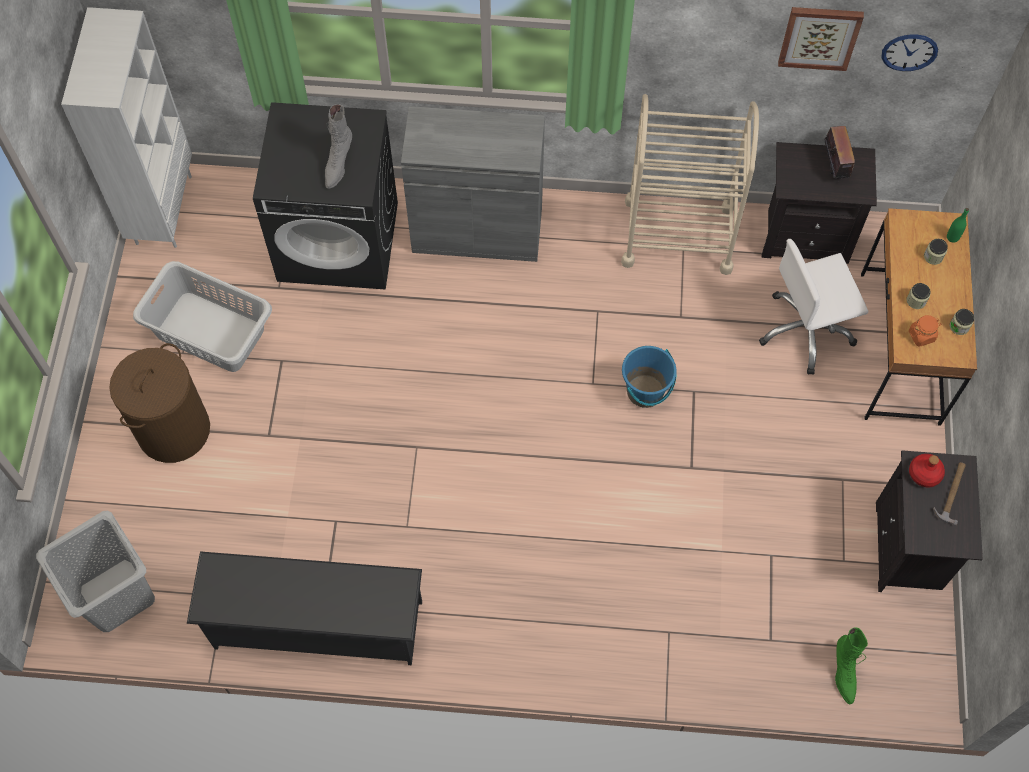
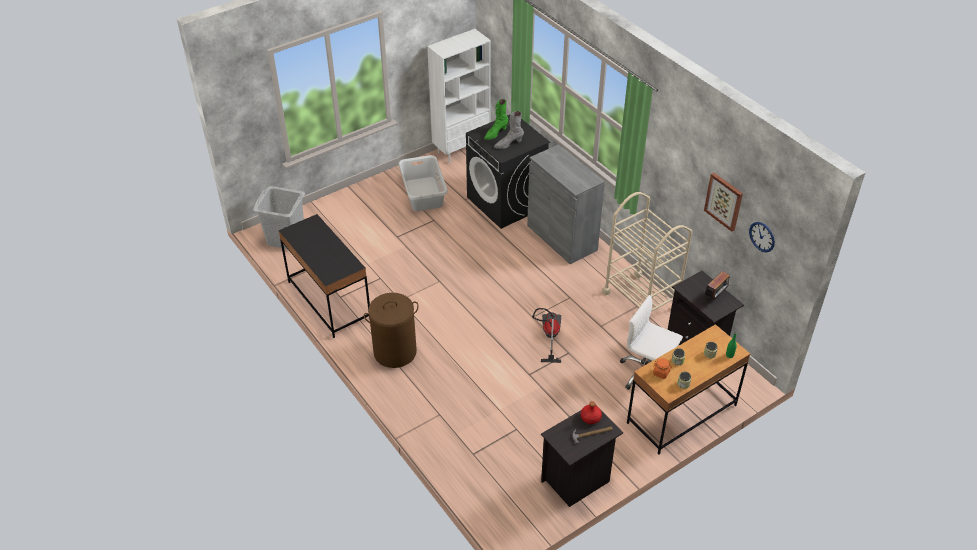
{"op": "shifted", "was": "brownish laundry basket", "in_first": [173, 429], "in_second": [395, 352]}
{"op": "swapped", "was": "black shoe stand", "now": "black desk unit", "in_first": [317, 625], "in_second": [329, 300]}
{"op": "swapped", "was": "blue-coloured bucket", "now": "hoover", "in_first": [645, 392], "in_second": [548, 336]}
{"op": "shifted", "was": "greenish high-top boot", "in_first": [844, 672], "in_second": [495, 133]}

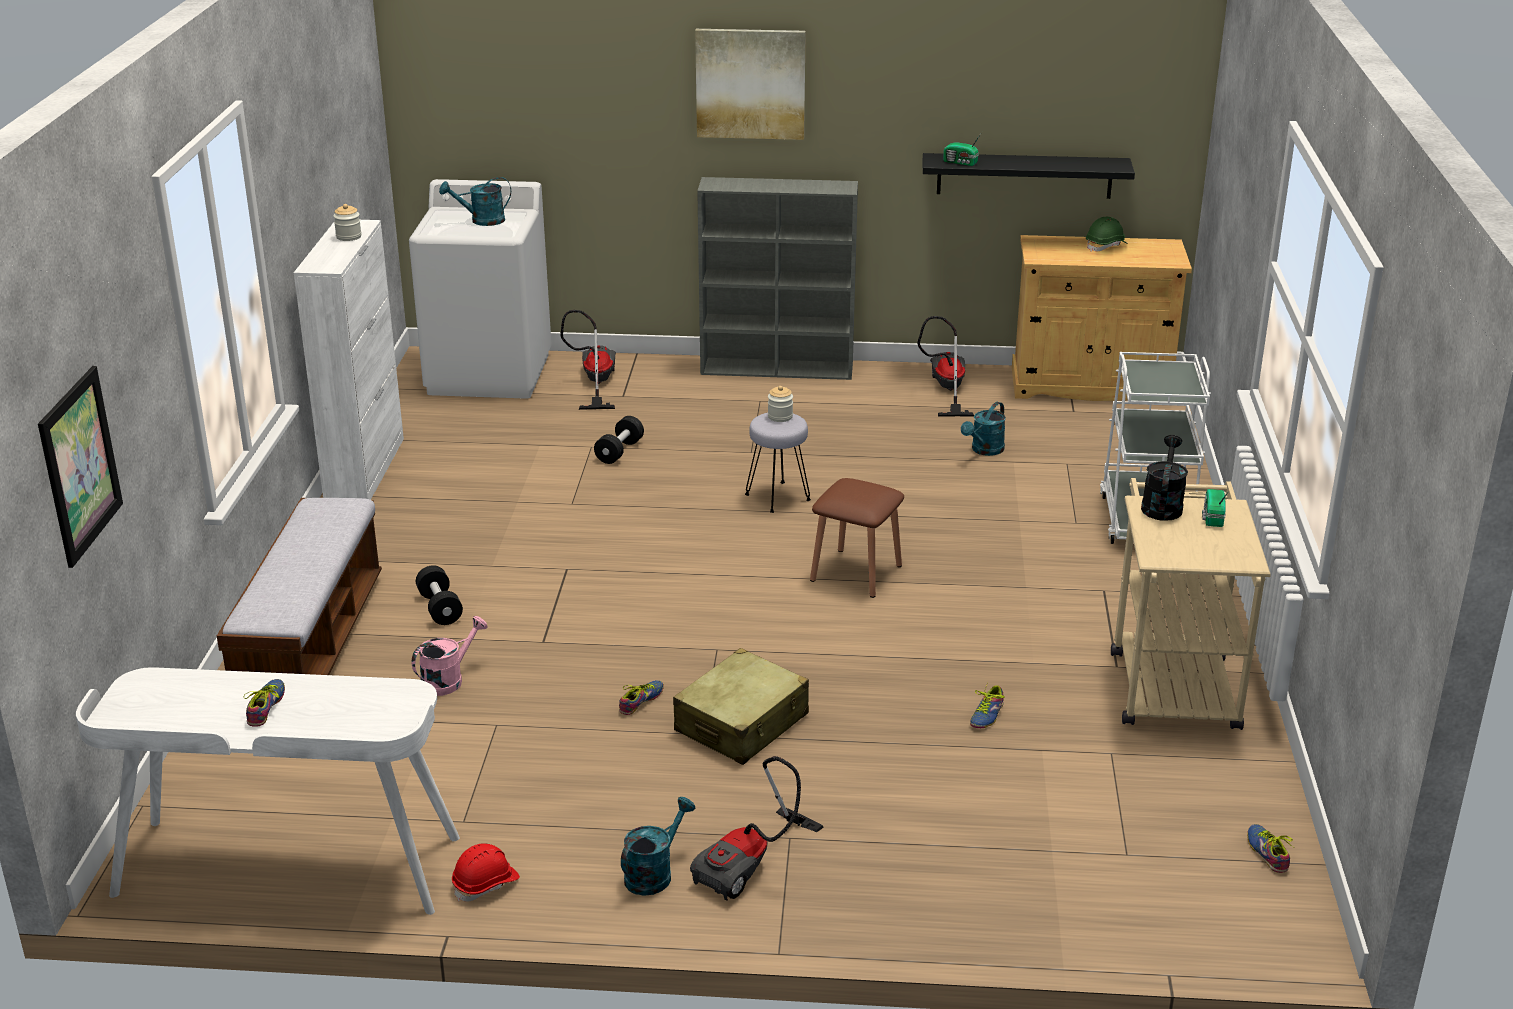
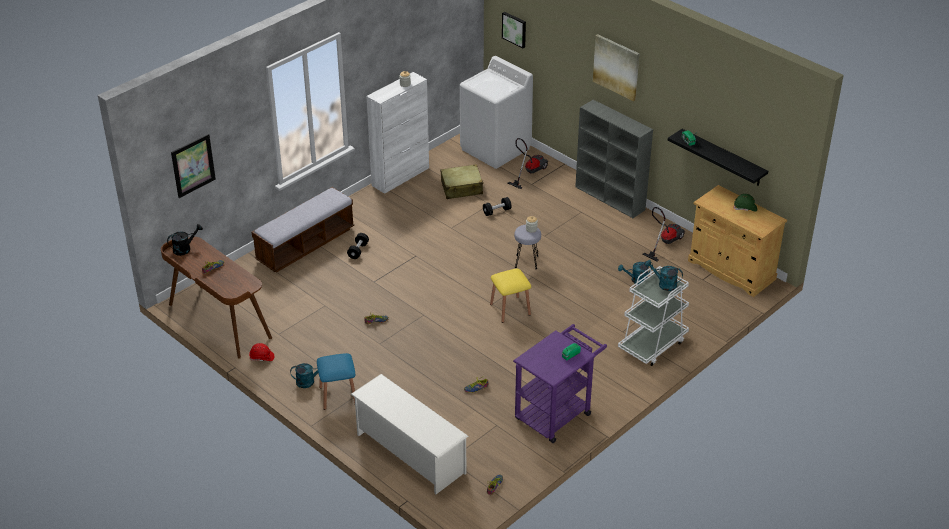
{"op": "repainted", "was": "white desk unit", "now": "brownish desk unit", "in_first": [287, 868], "in_second": [218, 321]}
{"op": "gone", "was": "pink watering can", "in_first": [448, 680]}
{"op": "shifted", "was": "turquoise-coloured watering can", "in_first": [481, 221], "in_second": [664, 284]}
{"op": "shifted", "was": "beige-coloured suitcase", "in_first": [742, 723], "in_second": [462, 188]}
{"op": "swapped", "was": "hoover", "now": "blue-coloured stool seat", "in_first": [752, 866], "in_second": [338, 395]}
{"op": "repainted", "was": "brownish stool seat", "now": "yellow stool seat", "in_first": [856, 573], "in_second": [510, 309]}
{"op": "repainted", "was": "beige-coloured wheeled cart", "now": "purplish wheeled cart", "in_first": [1171, 681], "in_second": [557, 412]}
{"op": "shifted", "was": "black watering can", "in_first": [1162, 505], "in_second": [185, 249]}
{"op": "new", "now": "white shoe stand", "in_second": [410, 453]}
{"op": "new", "now": "wall art", "in_second": [514, 29]}

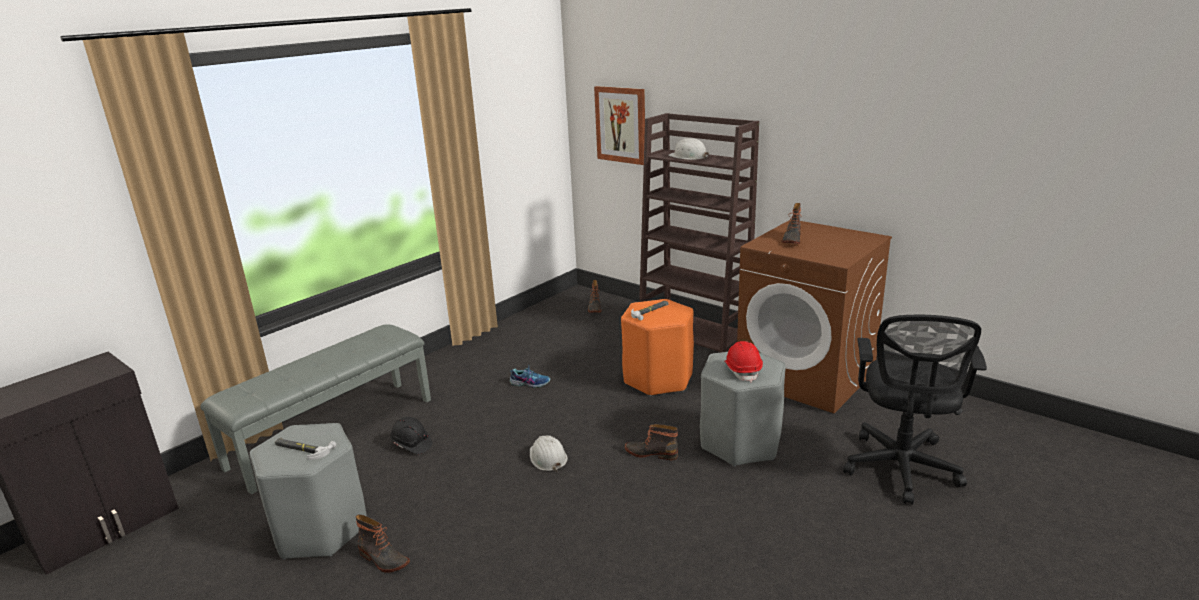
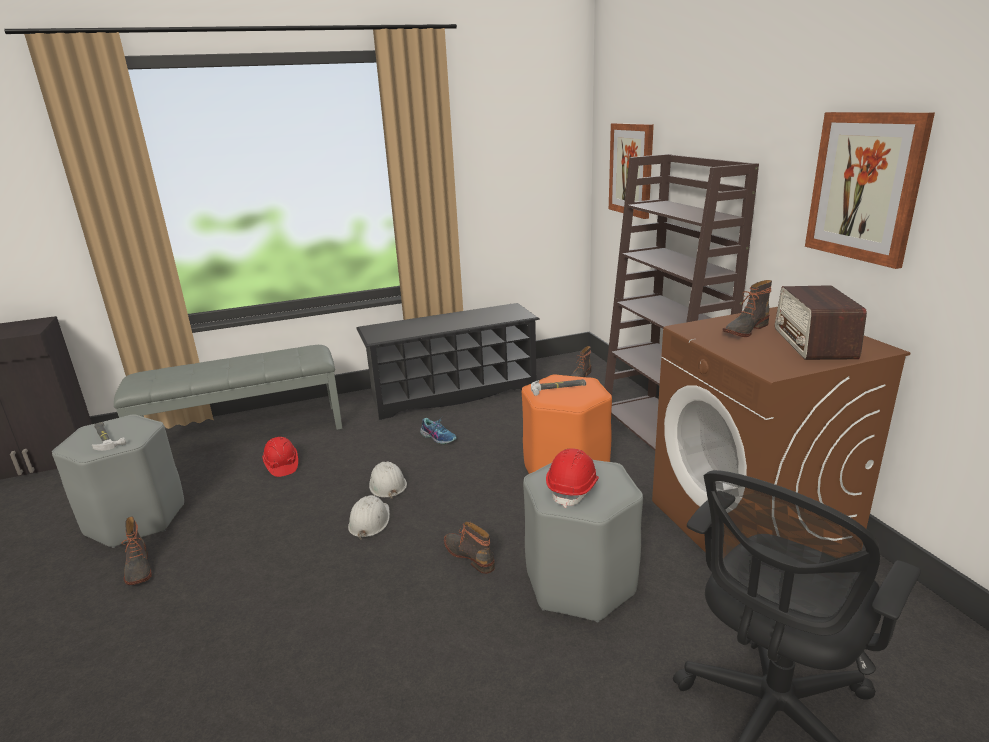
{"op": "repainted", "was": "black hard hat", "now": "red hard hat", "in_first": [411, 444], "in_second": [282, 465]}
{"op": "shifted", "was": "white hard hat", "in_first": [688, 156], "in_second": [387, 484]}
{"op": "new", "now": "black shoe stand", "in_second": [453, 393]}
{"op": "new", "now": "radio", "in_second": [814, 343]}
{"op": "new", "now": "wall art", "in_second": [865, 187]}

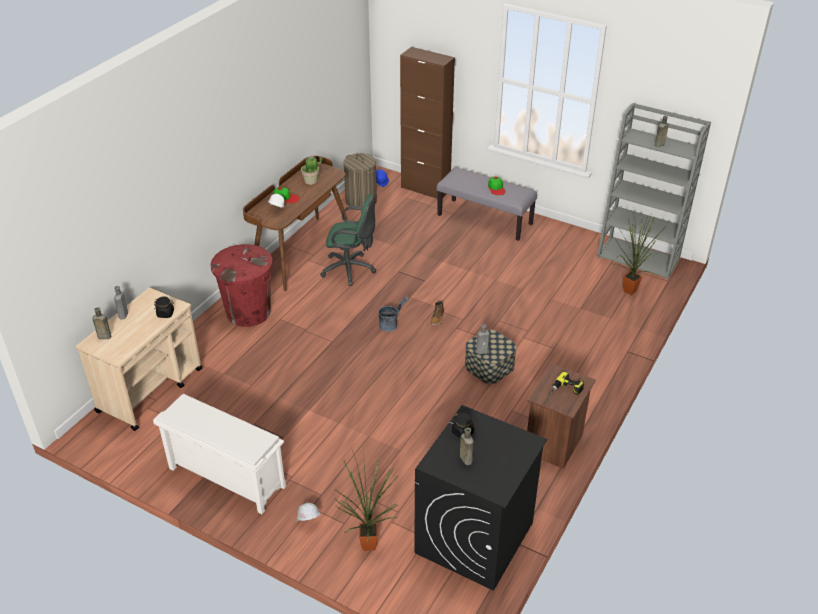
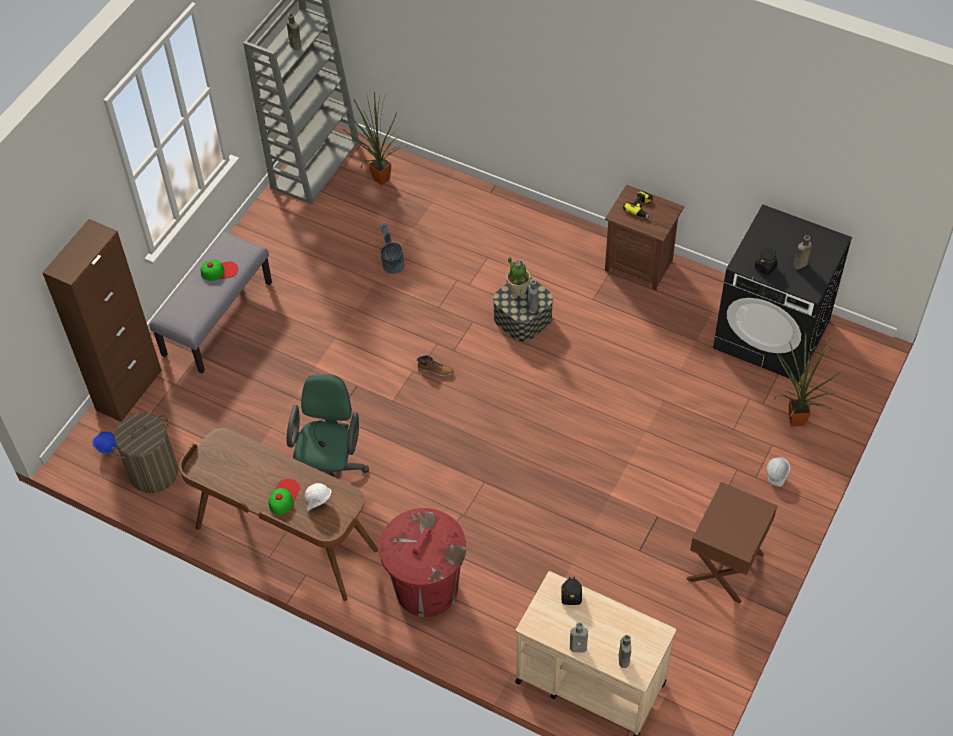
{"op": "swapped", "was": "white shoe stand", "now": "brownish night table", "in_first": [225, 477], "in_second": [726, 567]}
{"op": "shifted", "was": "houseplant", "in_first": [311, 181], "in_second": [518, 288]}
{"op": "shifted", "was": "grey bucket", "in_first": [391, 325], "in_second": [392, 262]}

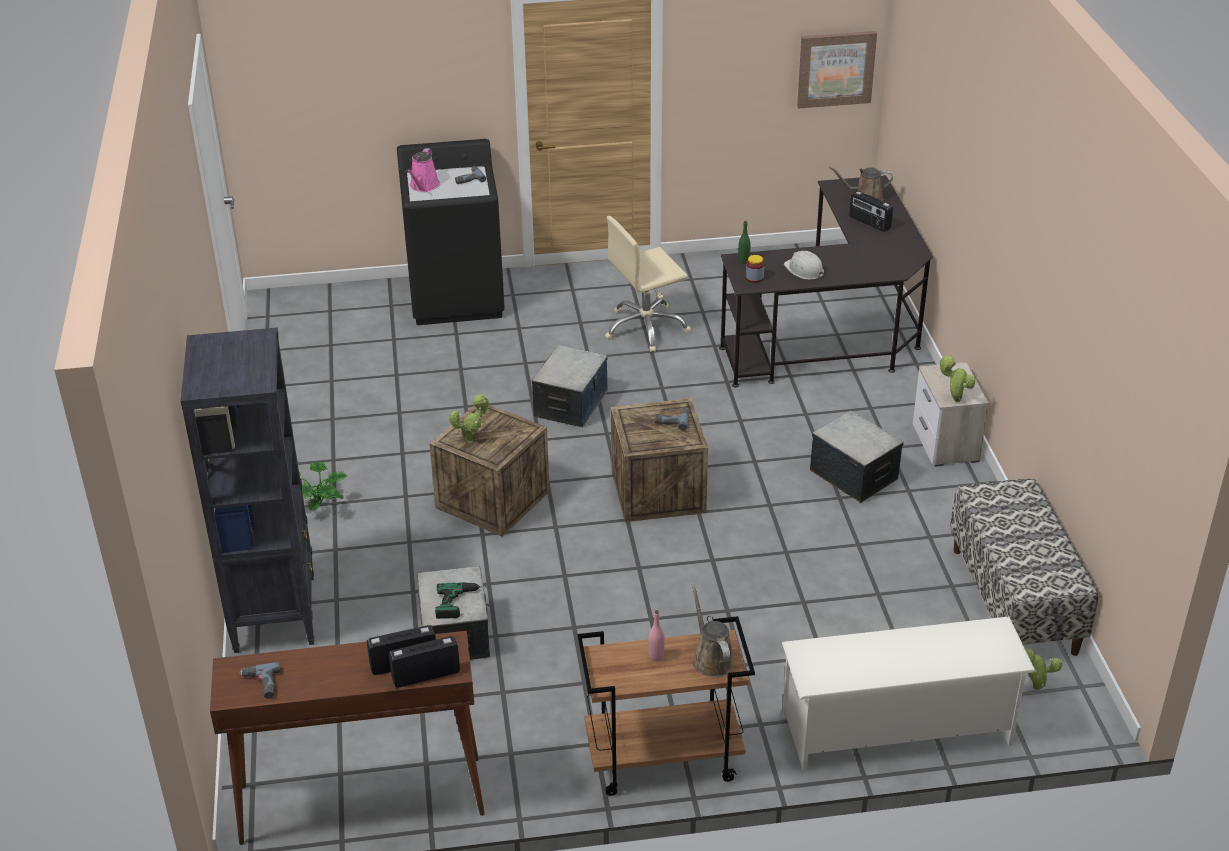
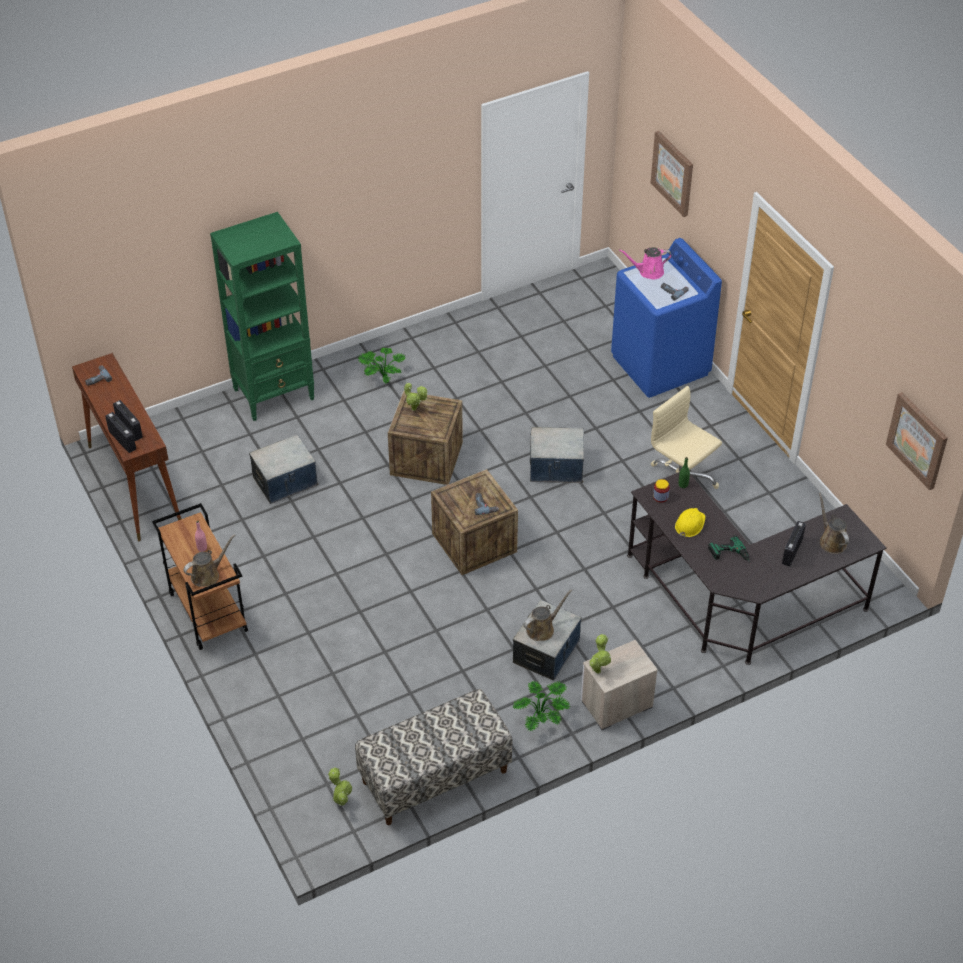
{"op": "repainted", "was": "black bookcase", "now": "greenish bookcase", "in_first": [275, 613], "in_second": [274, 394]}
{"op": "repainted", "was": "black washing machine", "now": "blue-coloured washing machine", "in_first": [457, 298], "in_second": [660, 365]}
{"op": "shifted", "was": "electric drill", "in_first": [462, 602], "in_second": [731, 557]}
{"op": "gone", "was": "white shoe stand", "in_first": [897, 730]}
{"op": "repainted", "was": "white hard hat", "now": "yellow hard hat", "in_first": [804, 270], "in_second": [689, 524]}
{"op": "new", "now": "houseplant", "in_second": [542, 718]}
{"op": "new", "now": "brownish watering can", "in_second": [542, 629]}
{"op": "new", "now": "wall art", "in_second": [673, 173]}

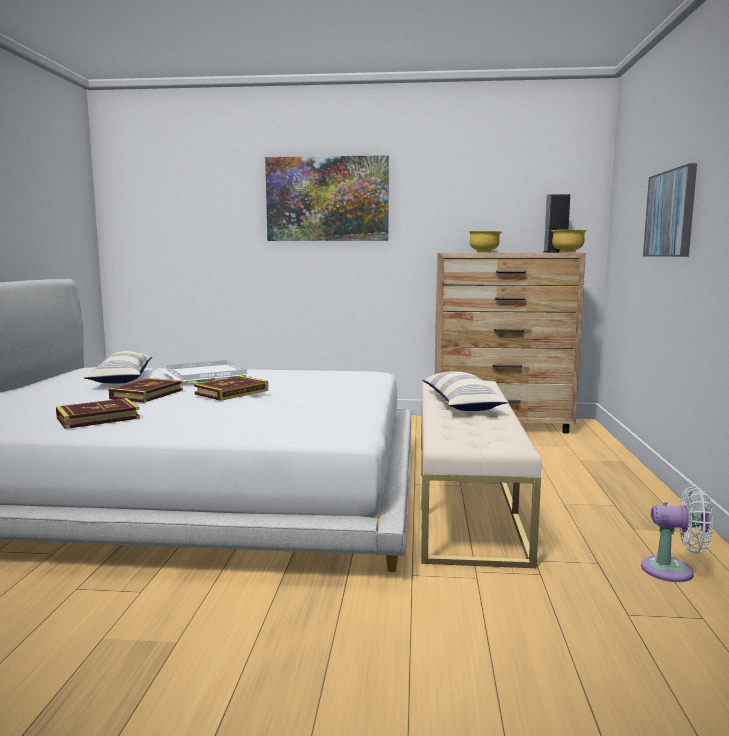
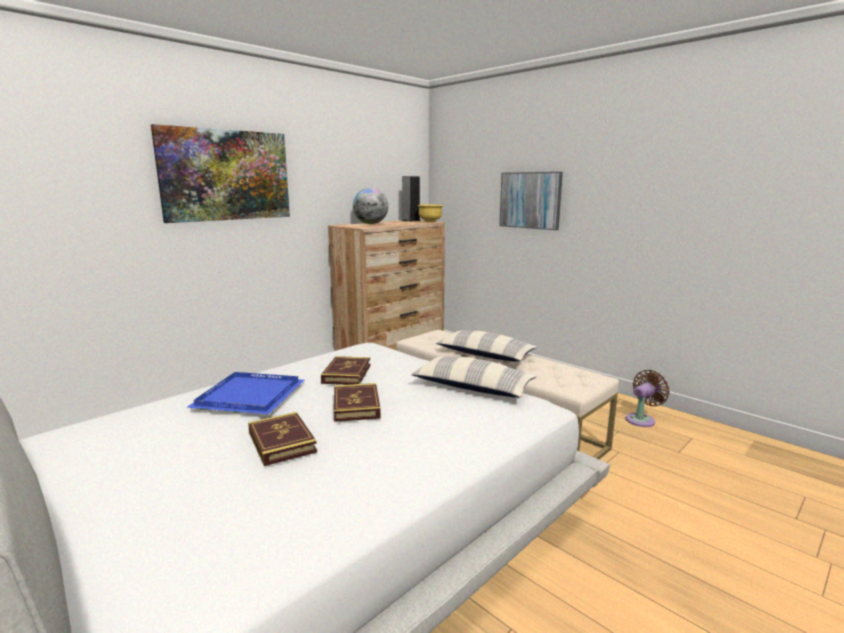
{"op": "shifted", "was": "bound book", "in_first": [98, 418], "in_second": [346, 374]}
{"op": "shifted", "was": "throw pillow", "in_first": [122, 378], "in_second": [472, 388]}
{"op": "repainted", "was": "white tray", "now": "blue-coloured tray", "in_first": [208, 375], "in_second": [252, 396]}
{"op": "swapped", "was": "yellow deep dish", "now": "desk globe", "in_first": [484, 252], "in_second": [371, 224]}
{"op": "repainted", "was": "white electric fan", "now": "brownish electric fan", "in_first": [673, 571], "in_second": [642, 419]}

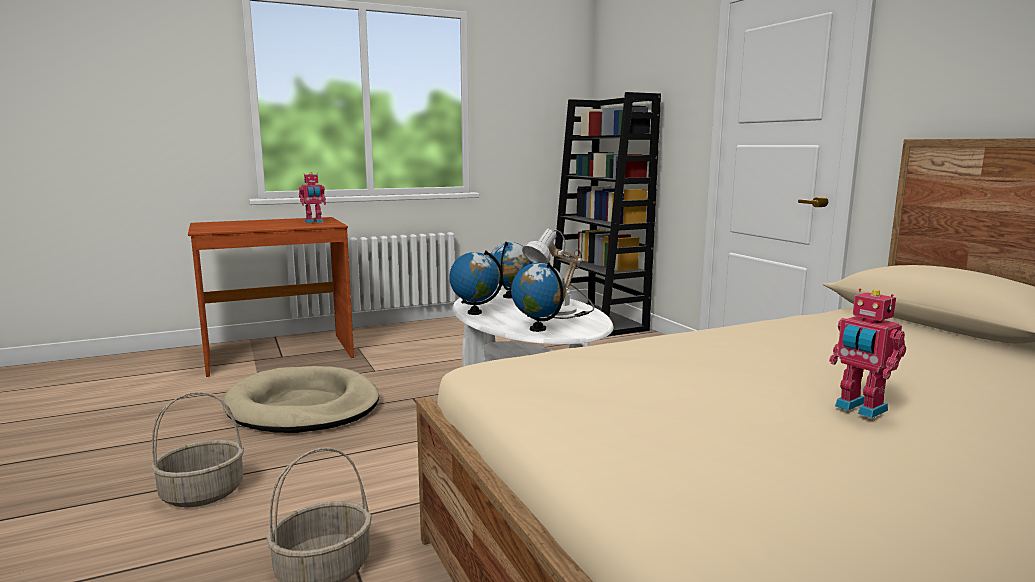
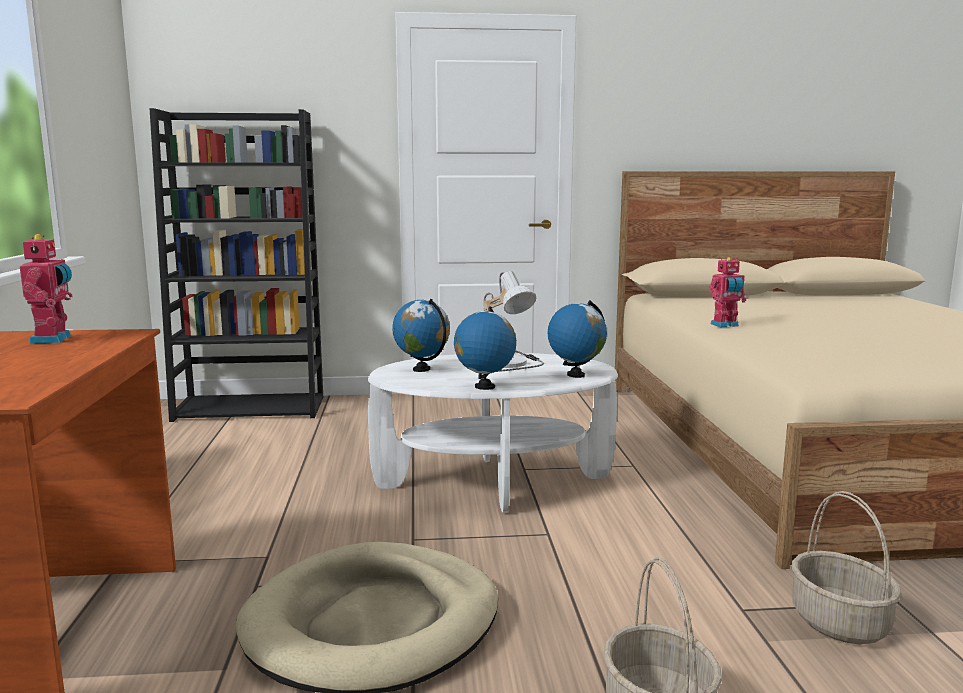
{"op": "shifted", "was": "model robot", "in_first": [859, 409], "in_second": [725, 325]}

